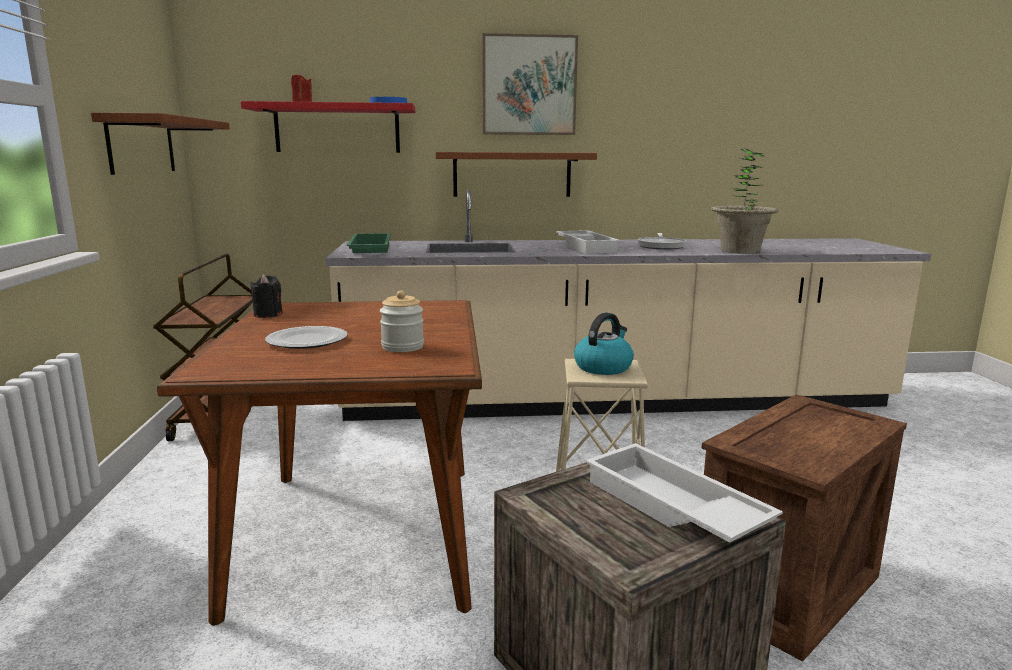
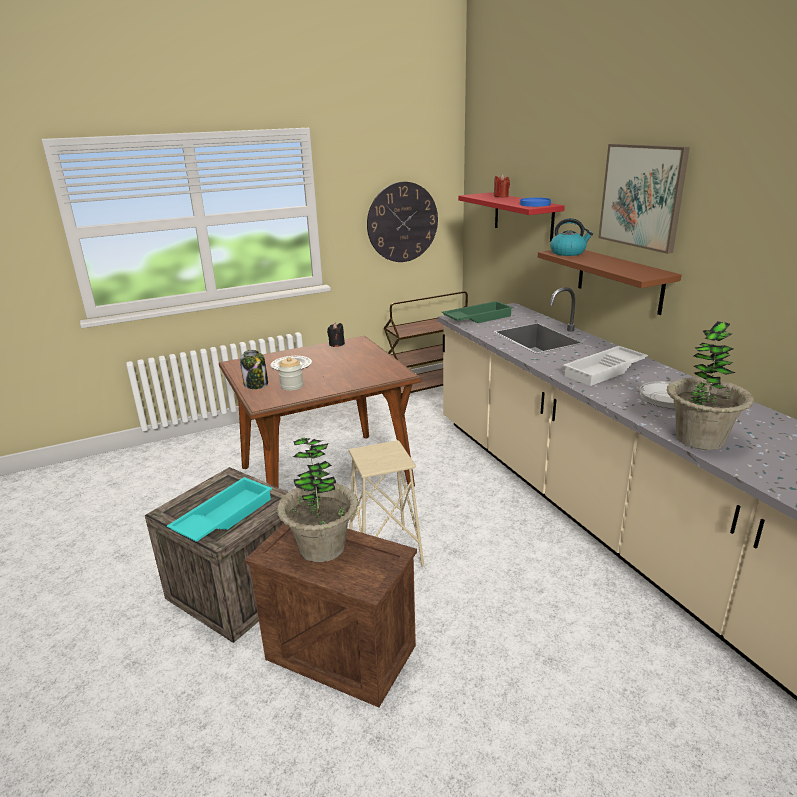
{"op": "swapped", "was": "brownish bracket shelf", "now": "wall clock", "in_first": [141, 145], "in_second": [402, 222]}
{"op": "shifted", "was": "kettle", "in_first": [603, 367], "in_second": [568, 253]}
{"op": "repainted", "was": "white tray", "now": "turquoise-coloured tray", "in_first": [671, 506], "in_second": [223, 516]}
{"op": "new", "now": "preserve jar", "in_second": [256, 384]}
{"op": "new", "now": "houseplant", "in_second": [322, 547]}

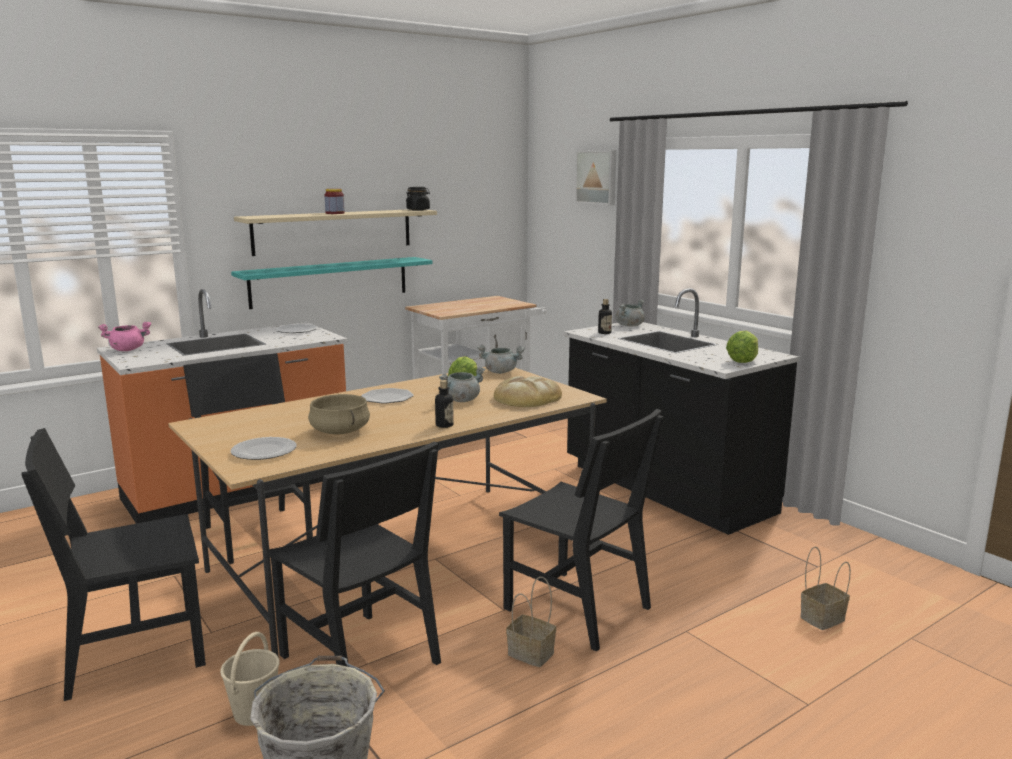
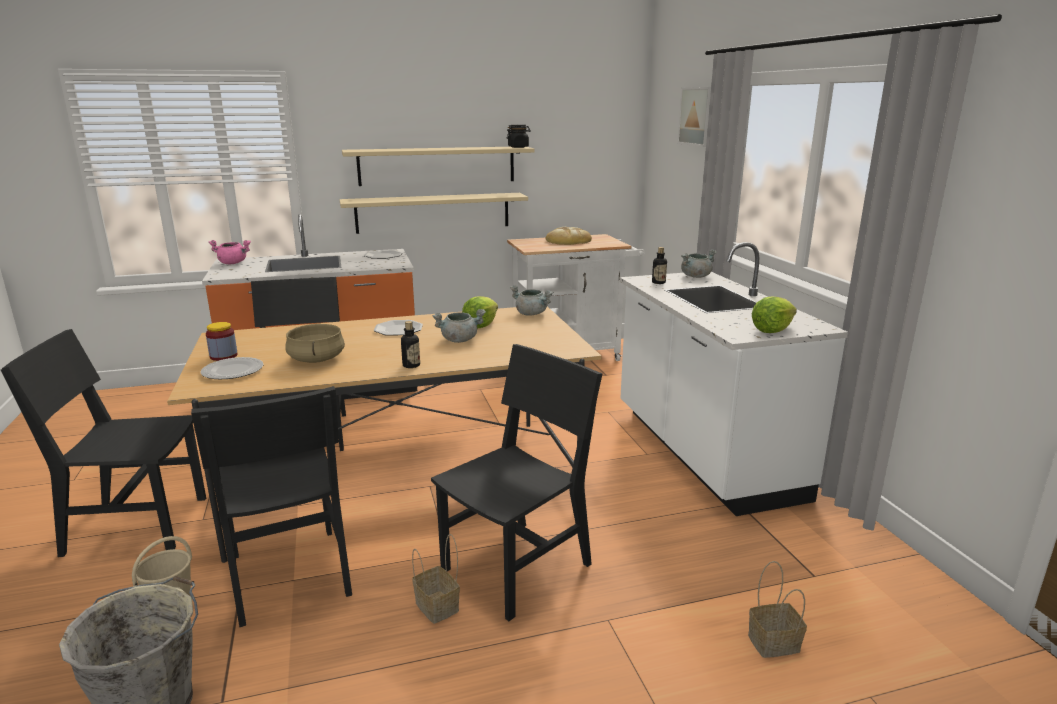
{"op": "repainted", "was": "turquoise-coloured bracket shelf", "now": "beige-coloured bracket shelf", "in_first": [330, 282], "in_second": [433, 212]}
{"op": "shifted", "was": "preserve jar", "in_first": [335, 213], "in_second": [223, 356]}
{"op": "shifted", "was": "bakery bread", "in_first": [527, 398], "in_second": [567, 241]}
{"op": "rotated", "was": "black chair", "in_first": [577, 608], "in_second": [517, 567], "clockwise": -105}
{"op": "repainted", "was": "black kitchen base unit", "now": "white kitchen base unit", "in_first": [665, 490], "in_second": [703, 453]}

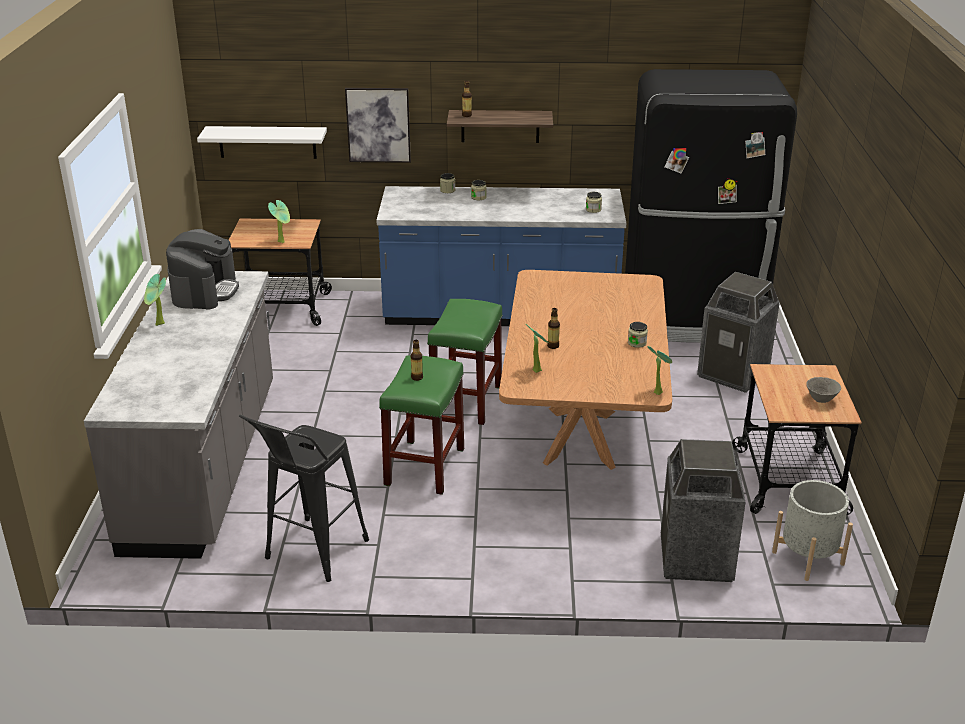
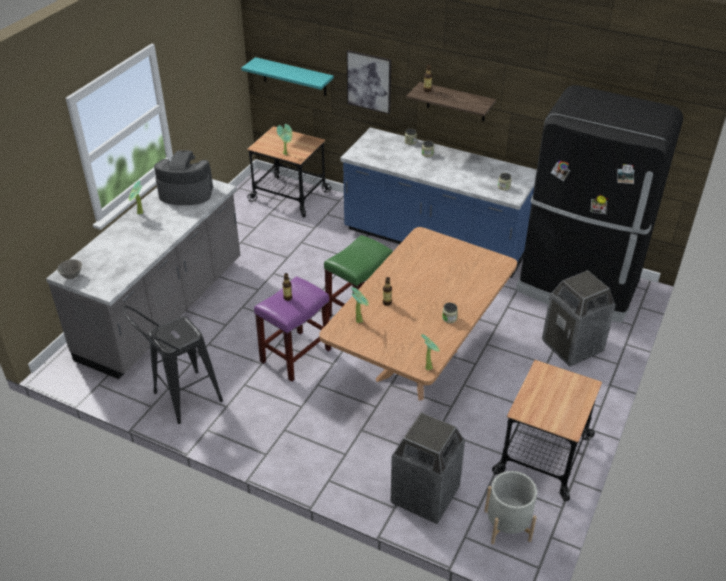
{"op": "rotated", "was": "coffee machine", "in_first": [205, 291], "in_second": [185, 193], "clockwise": -120}
{"op": "repainted", "was": "white bracket shelf", "now": "turquoise-coloured bracket shelf", "in_first": [267, 142], "in_second": [294, 77]}
{"op": "repainted", "was": "greenish stool seat", "now": "purplish stool seat", "in_first": [424, 466], "in_second": [295, 355]}
{"op": "shifted", "was": "grey deep dish", "in_first": [821, 400], "in_second": [72, 276]}

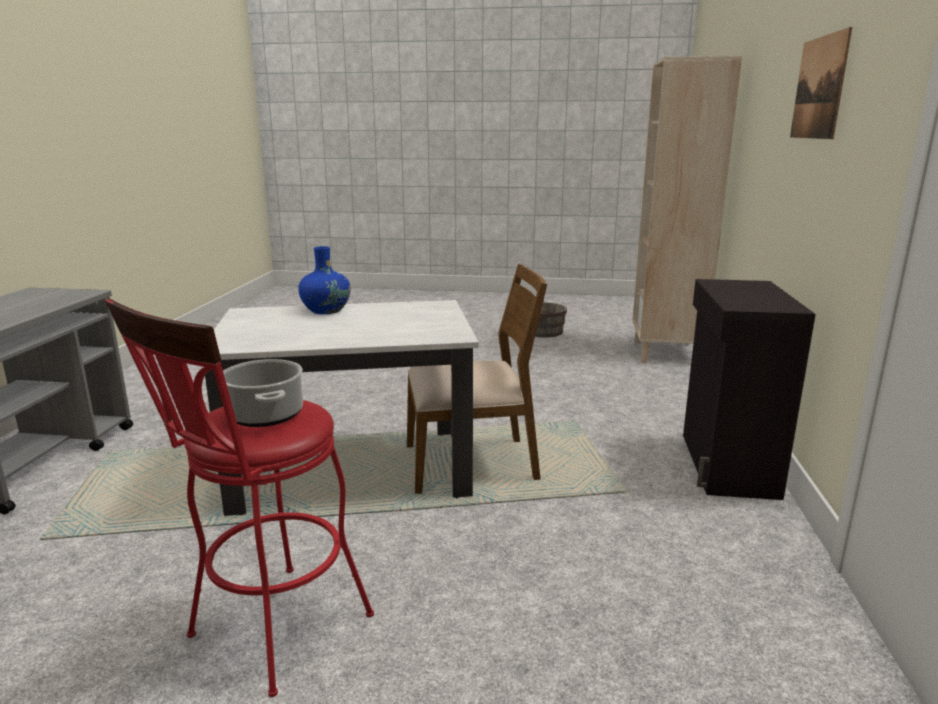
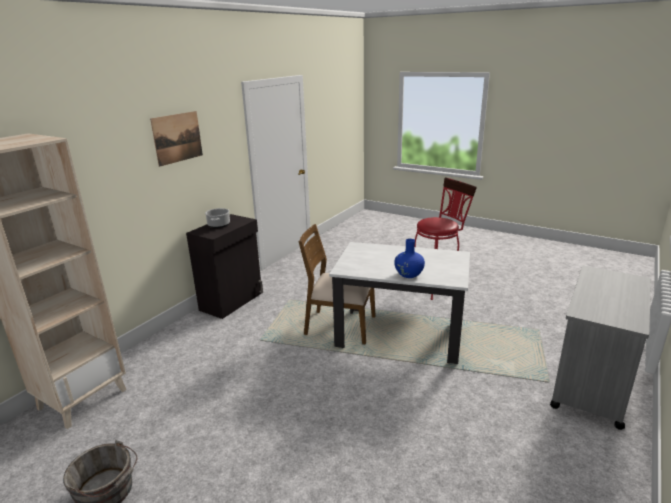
{"op": "shifted", "was": "stockpot", "in_first": [264, 415], "in_second": [219, 225]}

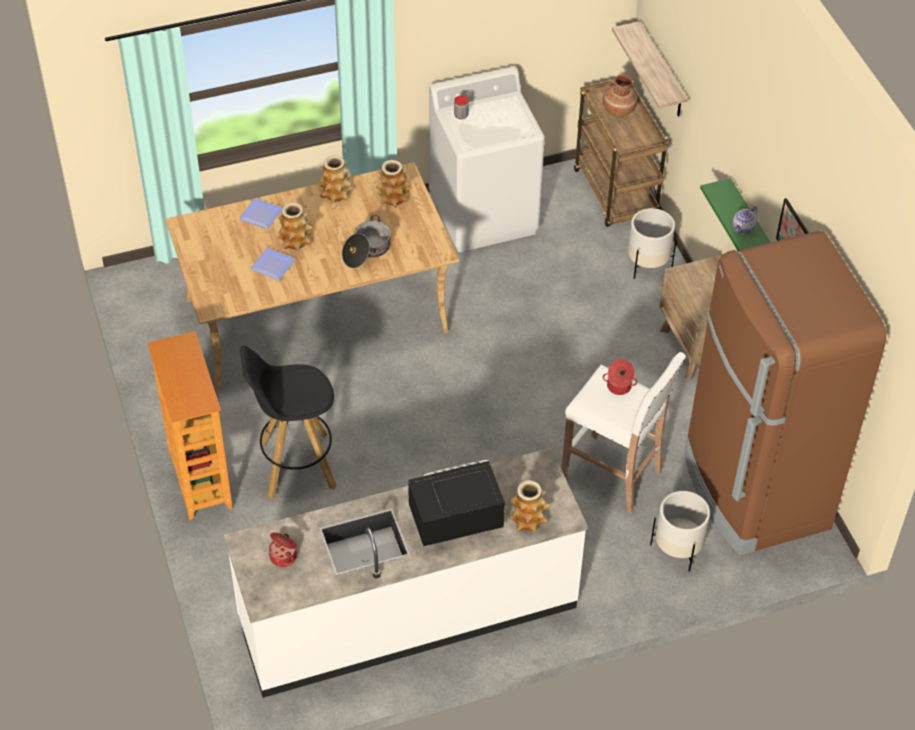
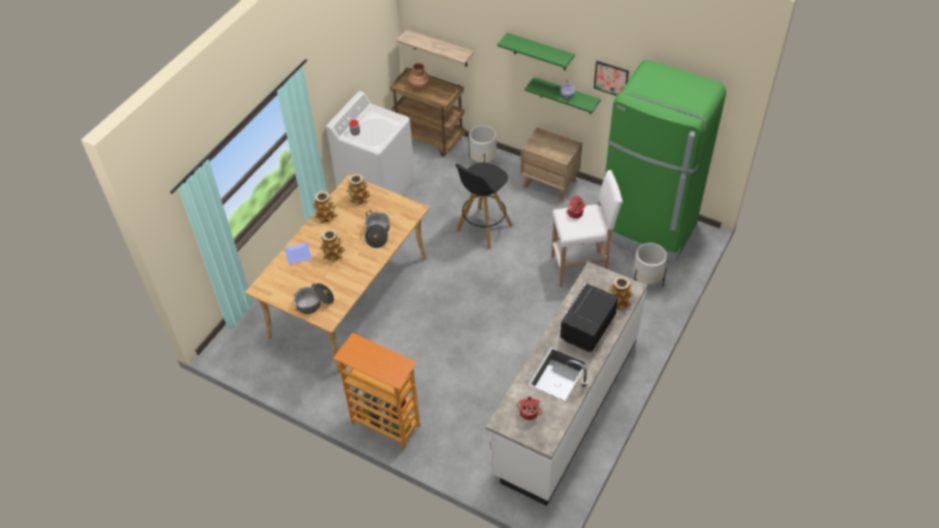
{"op": "shifted", "was": "black stool seat", "in_first": [295, 465], "in_second": [483, 229]}
{"op": "gone", "was": "dinner plate", "in_first": [272, 264]}
{"op": "repainted", "was": "brownish refrigerator", "now": "greenish refrigerator", "in_first": [754, 491], "in_second": [647, 230]}
{"op": "new", "now": "stockpot", "in_second": [314, 303]}
{"op": "new", "now": "greenish bracket shelf", "in_second": [540, 52]}

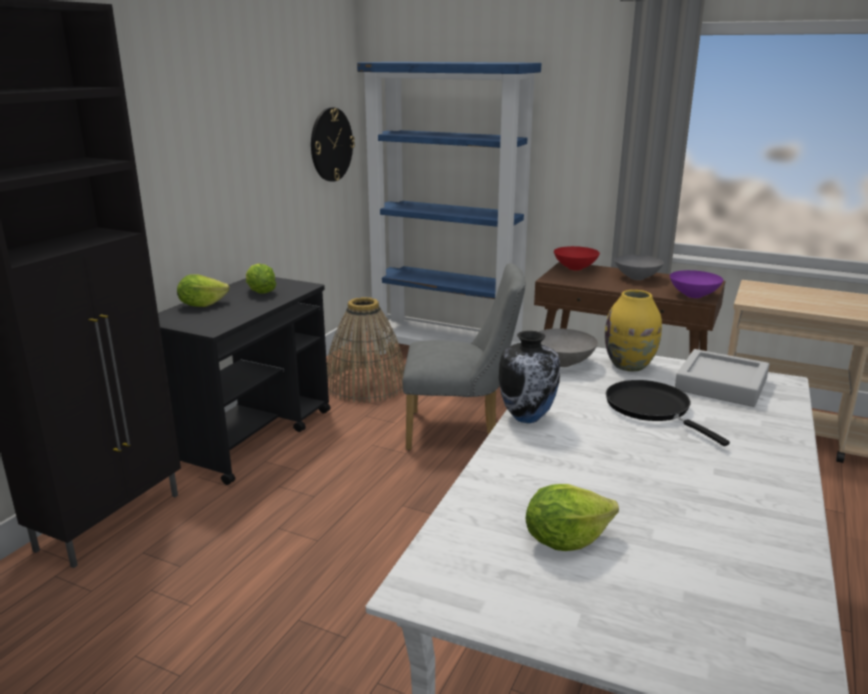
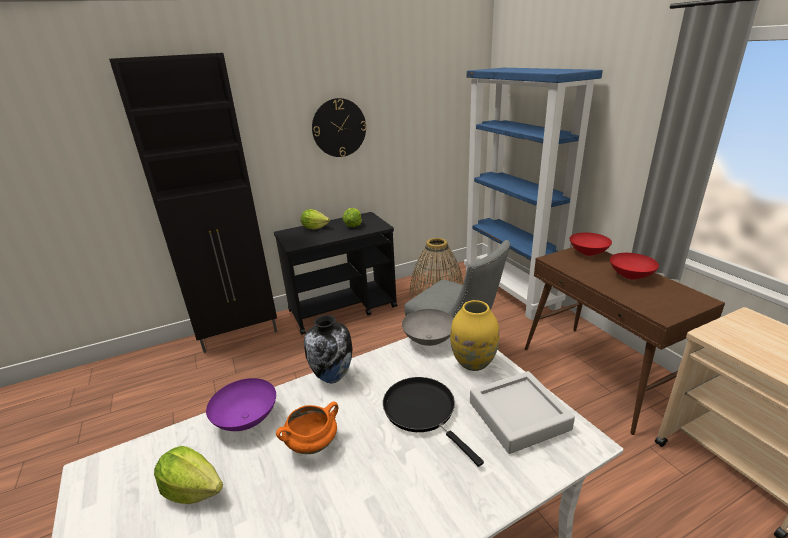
{"op": "shifted", "was": "wall clock", "in_first": [331, 144], "in_second": [339, 128]}
{"op": "rotated", "was": "black pan", "in_first": [651, 408], "in_second": [422, 411], "clockwise": -45}
{"op": "repainted", "was": "grey deep dish", "now": "red deep dish", "in_first": [636, 278], "in_second": [629, 276]}
{"op": "shifted", "was": "purplish deep dish", "in_first": [694, 296], "in_second": [245, 420]}
{"op": "new", "now": "orange-coloured stockpot", "in_second": [312, 443]}

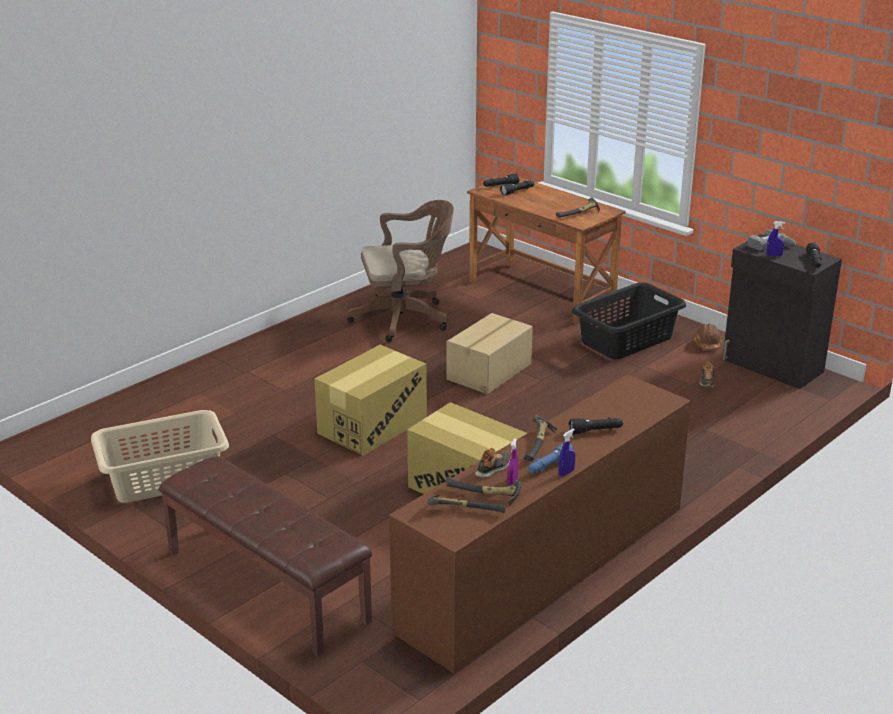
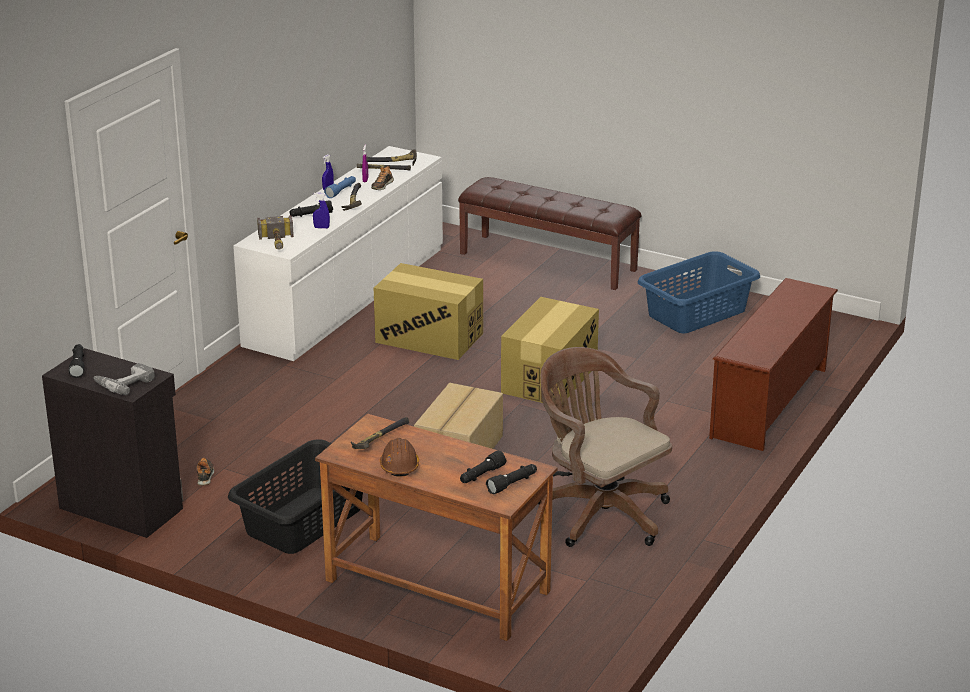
{"op": "repainted", "was": "beige-coloured laundry basket", "now": "blue-coloured laundry basket", "in_first": [163, 478], "in_second": [697, 313]}
{"op": "rotated", "was": "brownish desk chair", "in_first": [405, 319], "in_second": [599, 512], "clockwise": 75}
{"op": "repainted", "was": "brownish drawer chest", "now": "white drawer chest", "in_first": [546, 567], "in_second": [346, 296]}
{"op": "shifted", "was": "brownish hard hat", "in_first": [707, 344], "in_second": [399, 465]}
{"op": "shifted", "was": "blue-coloured hand sprayer", "in_first": [774, 255], "in_second": [321, 228]}
{"op": "new", "now": "hammer", "in_second": [277, 243]}
{"op": "new", "now": "brownish shoe stand", "in_second": [771, 403]}

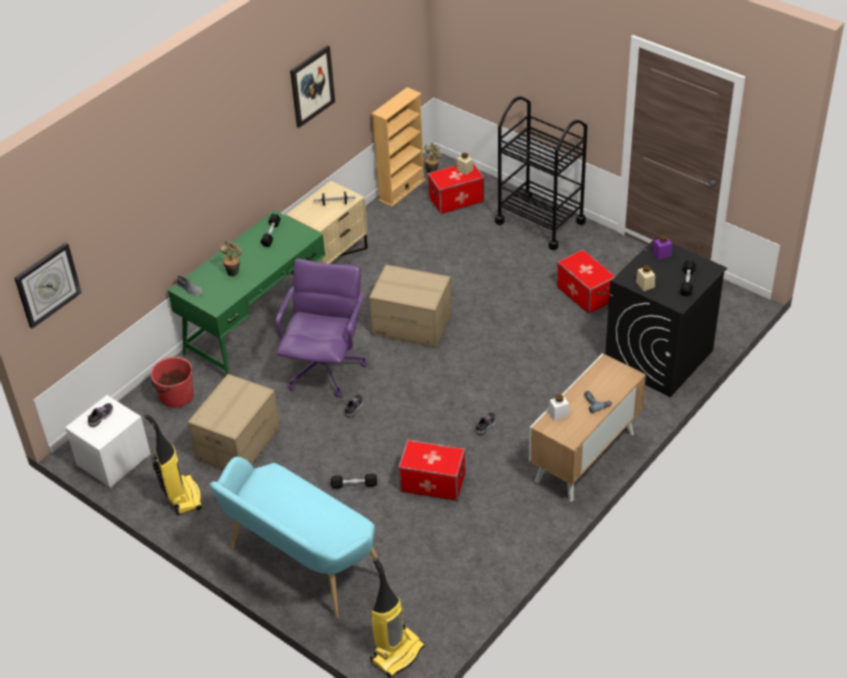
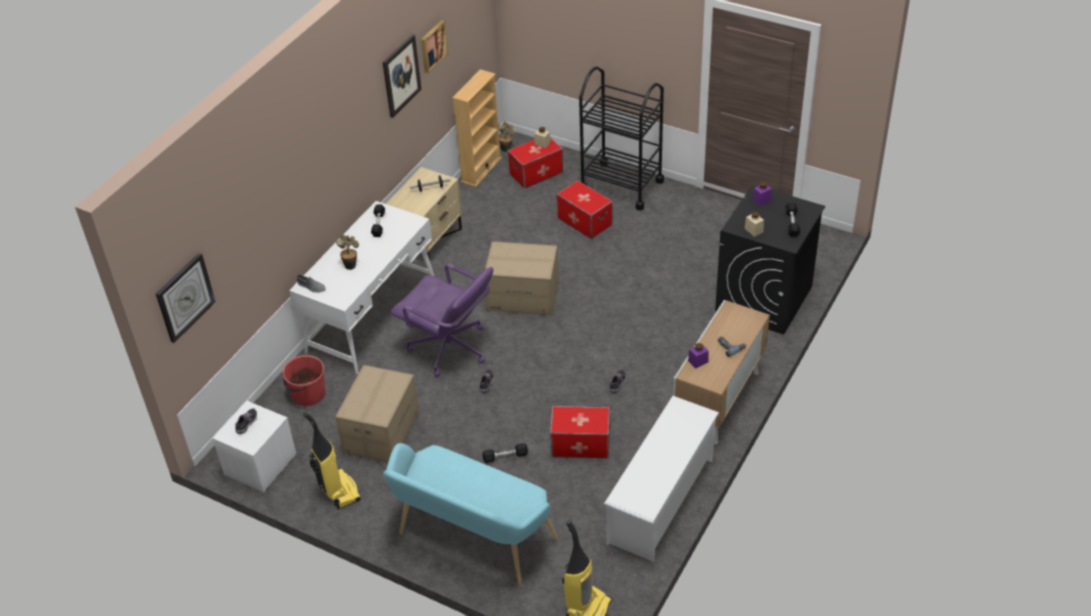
{"op": "repainted", "was": "greenish desk unit", "now": "white desk unit", "in_first": [257, 326], "in_second": [372, 316]}
{"op": "rotated", "was": "purplish desk chair", "in_first": [325, 368], "in_second": [449, 349], "clockwise": 120}
{"op": "repainted", "was": "white preserve jar", "now": "purplish preserve jar", "in_first": [558, 413], "in_second": [698, 361]}
{"op": "shifted", "was": "storage container", "in_first": [585, 294], "in_second": [585, 221]}
{"op": "new", "now": "wall art", "in_second": [432, 46]}
{"op": "new", "now": "white shoe stand", "in_second": [661, 500]}

